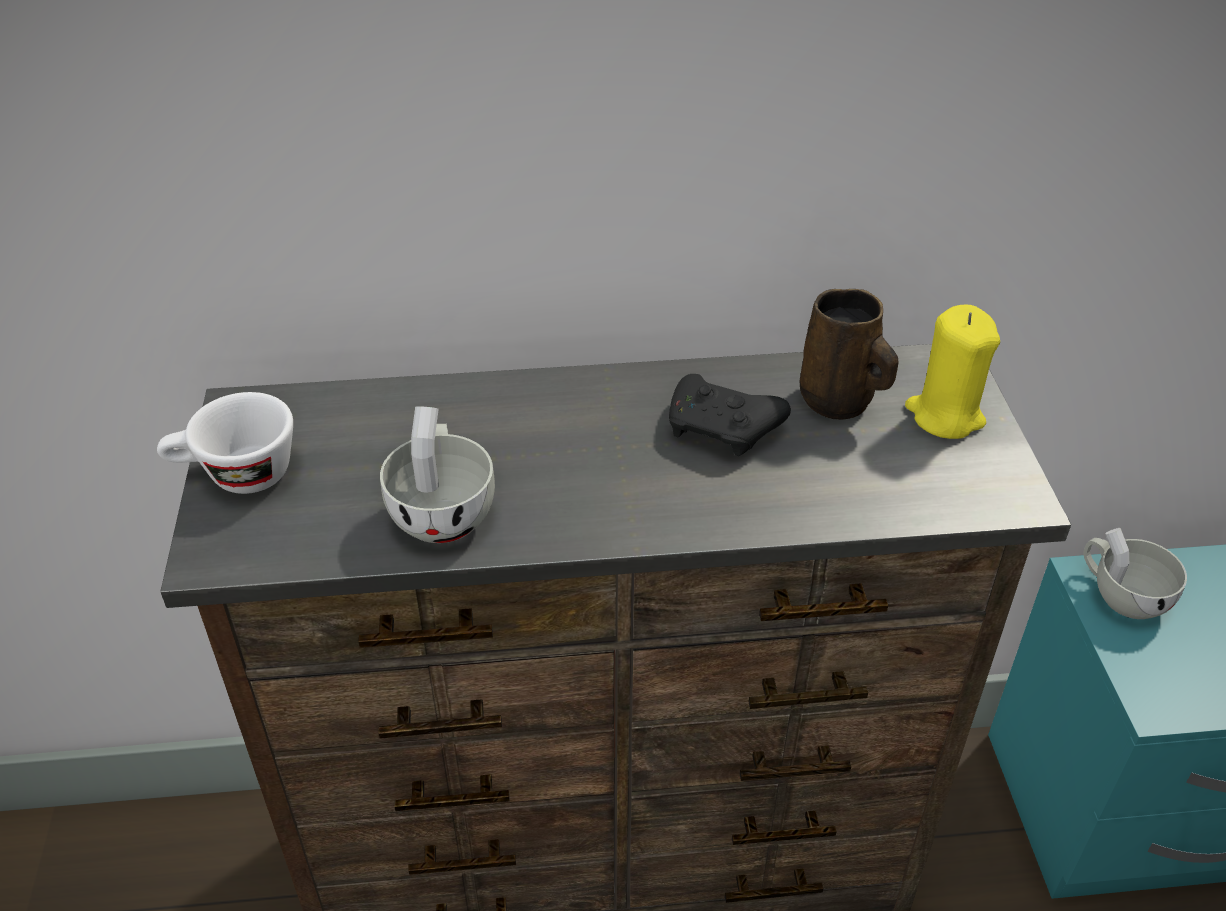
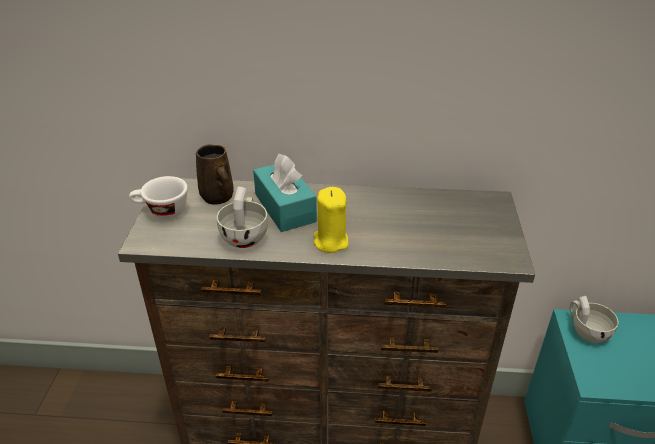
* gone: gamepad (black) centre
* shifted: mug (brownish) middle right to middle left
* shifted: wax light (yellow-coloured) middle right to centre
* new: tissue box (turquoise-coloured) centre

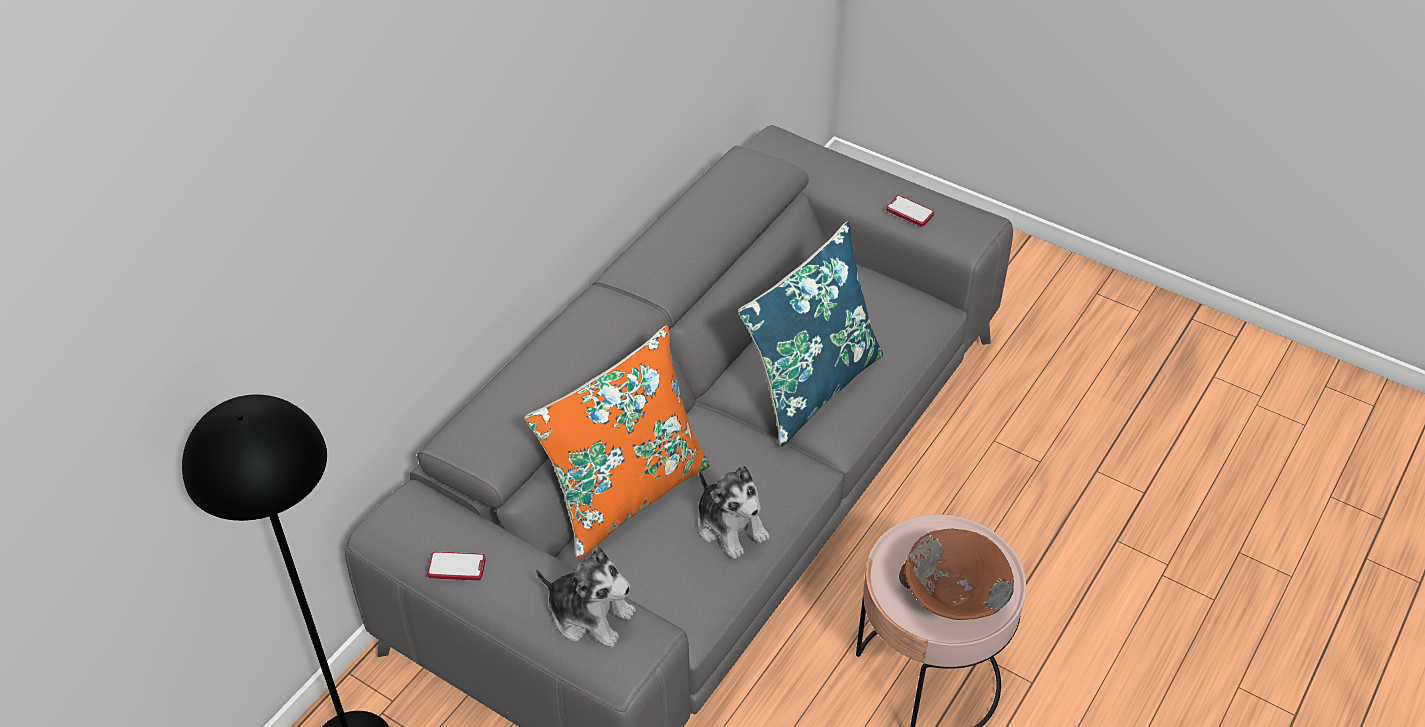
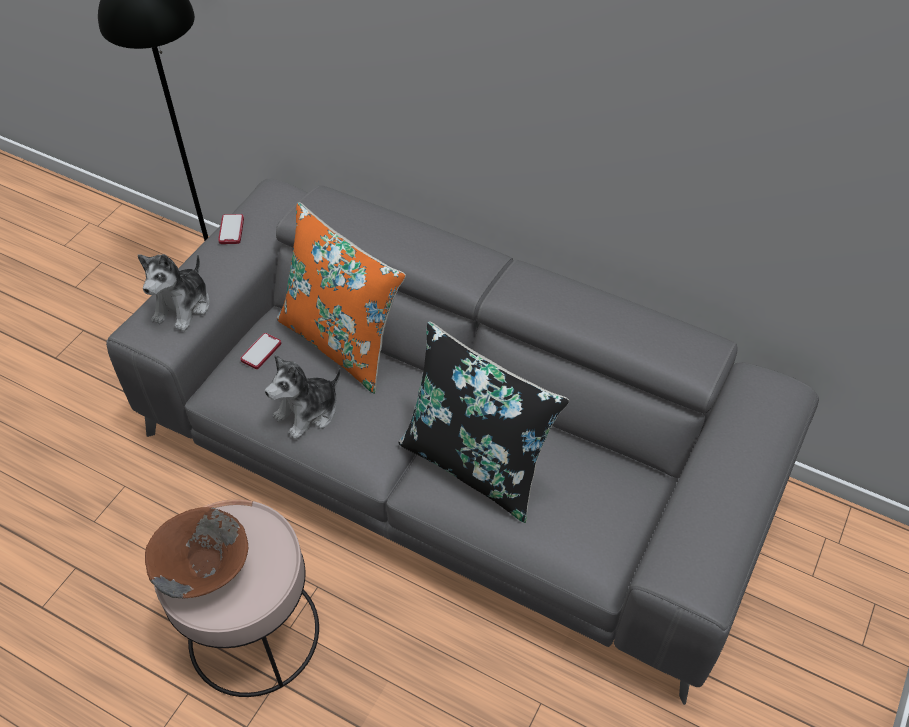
* repainted: throw pillow (bluish) centre to throw pillow (black) centre
* shifted: telephone (no. 2 from left) top centre to middle left

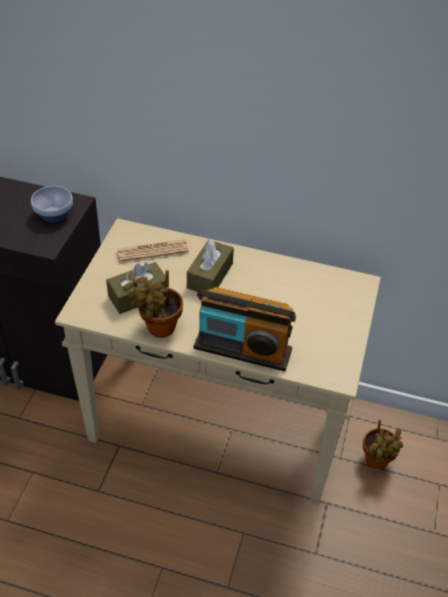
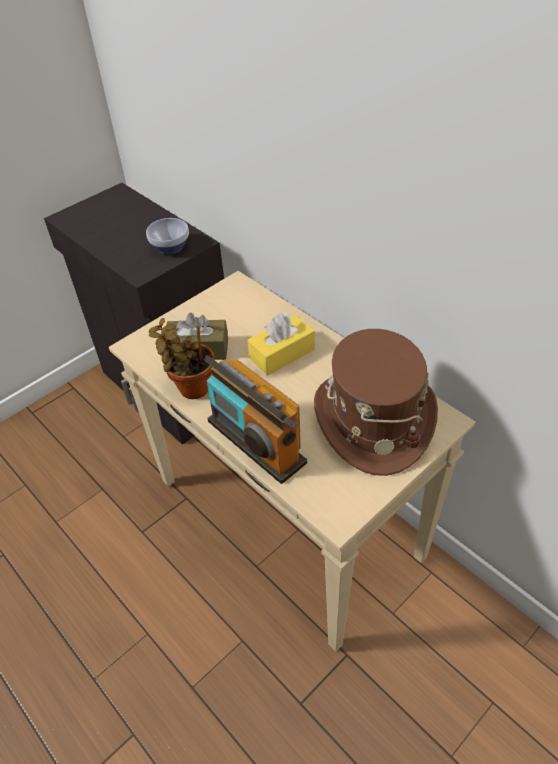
* gone: daily paper centre
* repainted: tissue box (brownish) (no. 2 from left) centre to tissue box (yellow-coloured) centre
* gone: houseplant (no. 2 from left) bottom right
* new: clothing hat (brownish) middle right

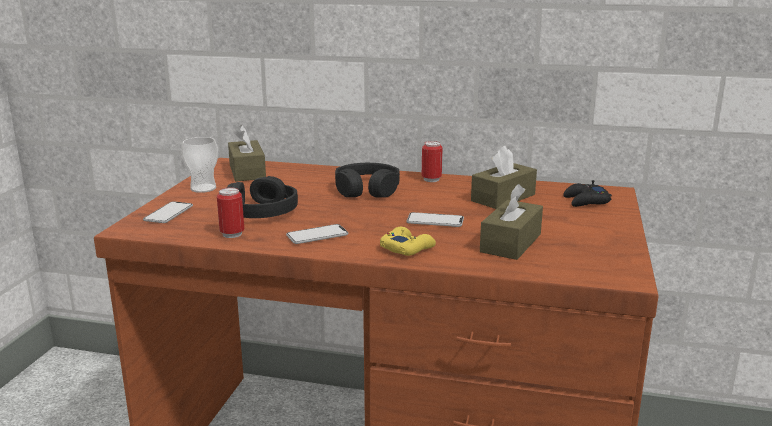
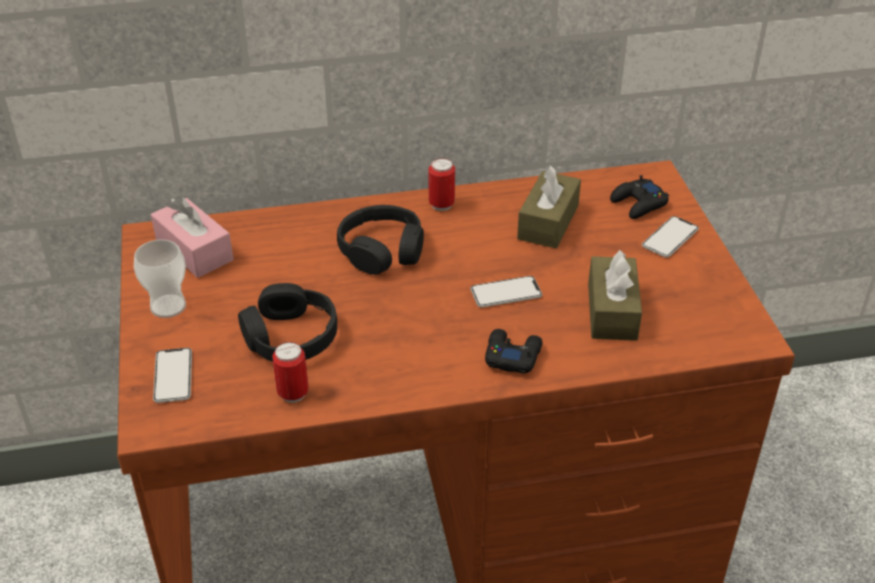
* repainted: tissue box (brownish) (no. 1 from left) middle left to tissue box (pink-coloured) middle left
* shifted: telephone (no. 2 from left in the first image) centre to telephone (no. 3 from left) middle right
* repainted: gamepad (yellow-coloured) centre to gamepad (black) (no. 1 from left) centre

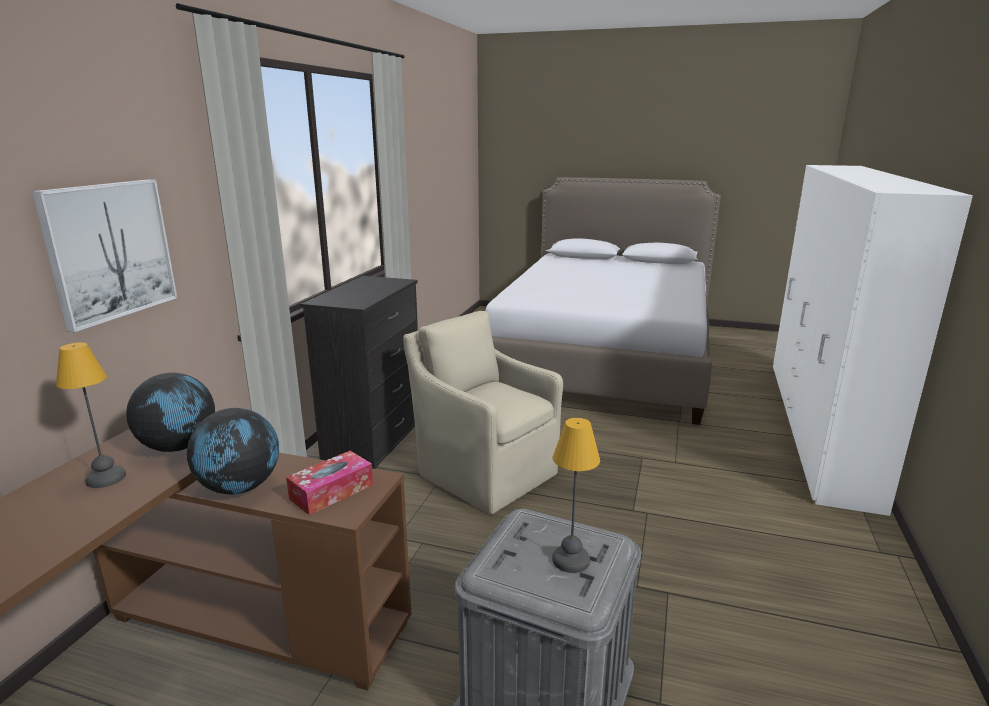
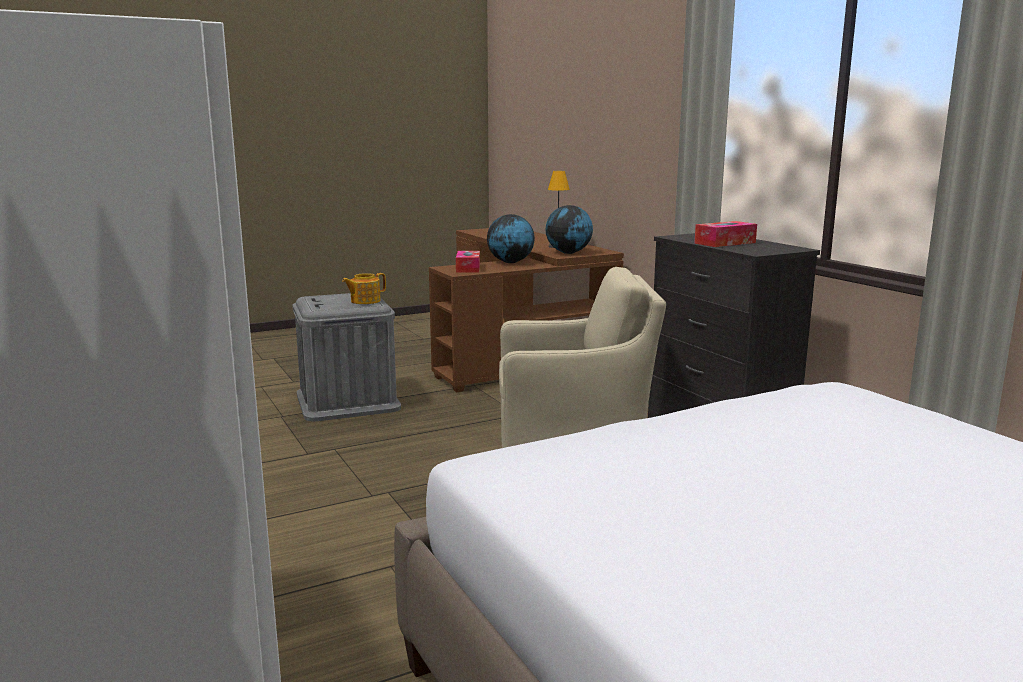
* gone: wall art middle left
* gone: lamp for a table (no. 2 from left) bottom centre
* new: pot for tea centre
* new: tissue box (no. 2 from left) middle right

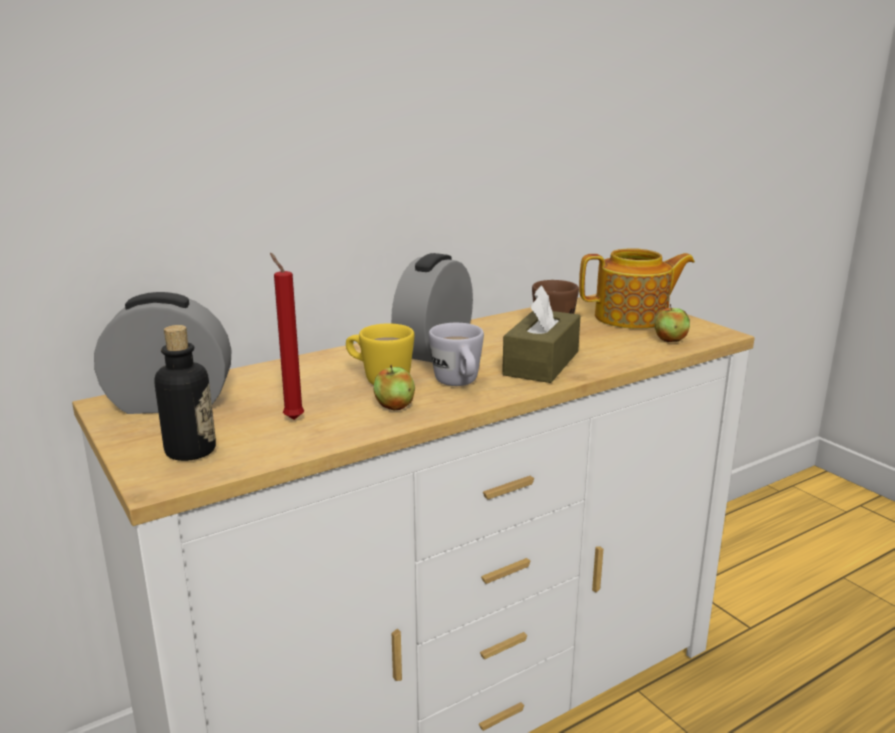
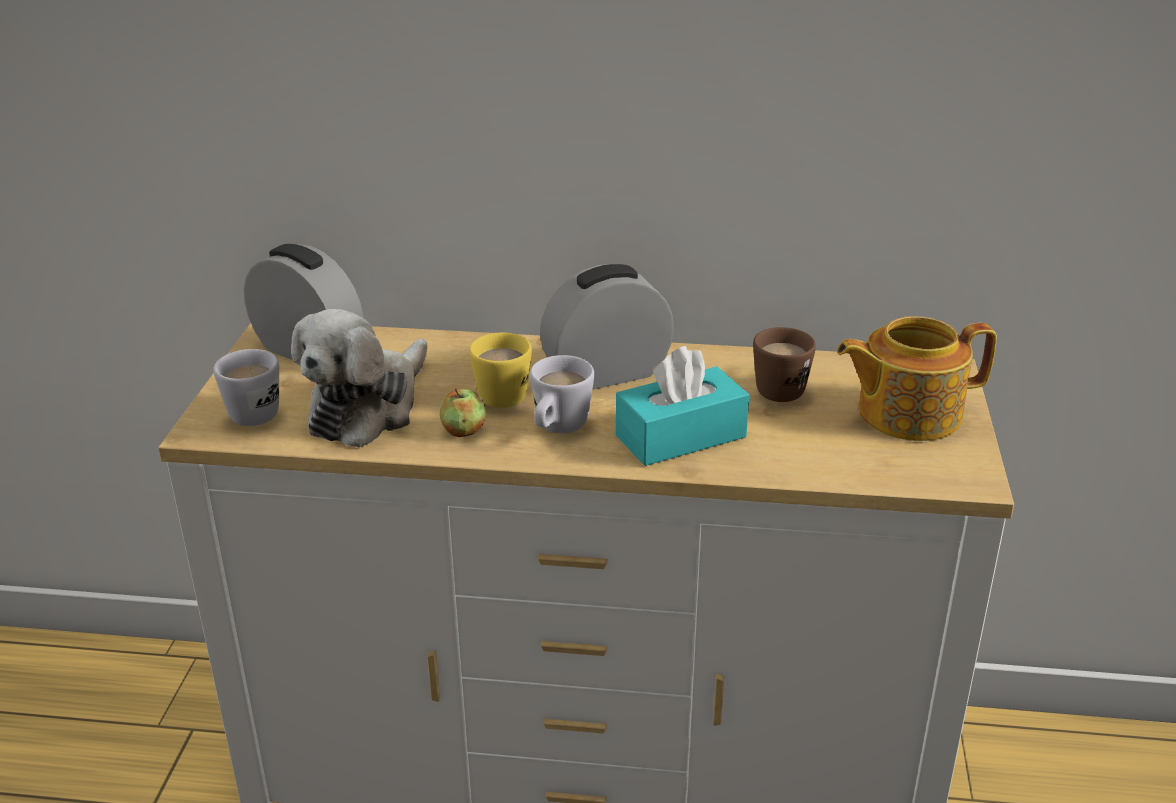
* swapped: beverage bottle middle left to mug (white) (no. 1 from left) middle left
* swapped: wax light (red-coloured) middle left to plush toy middle left
* repainted: tissue box (brownish) centre to tissue box (turquoise-coloured) centre
* rotated: pot for tea middle right = middle right 135 degrees clockwise
* gone: apple (no. 2 from left) middle right

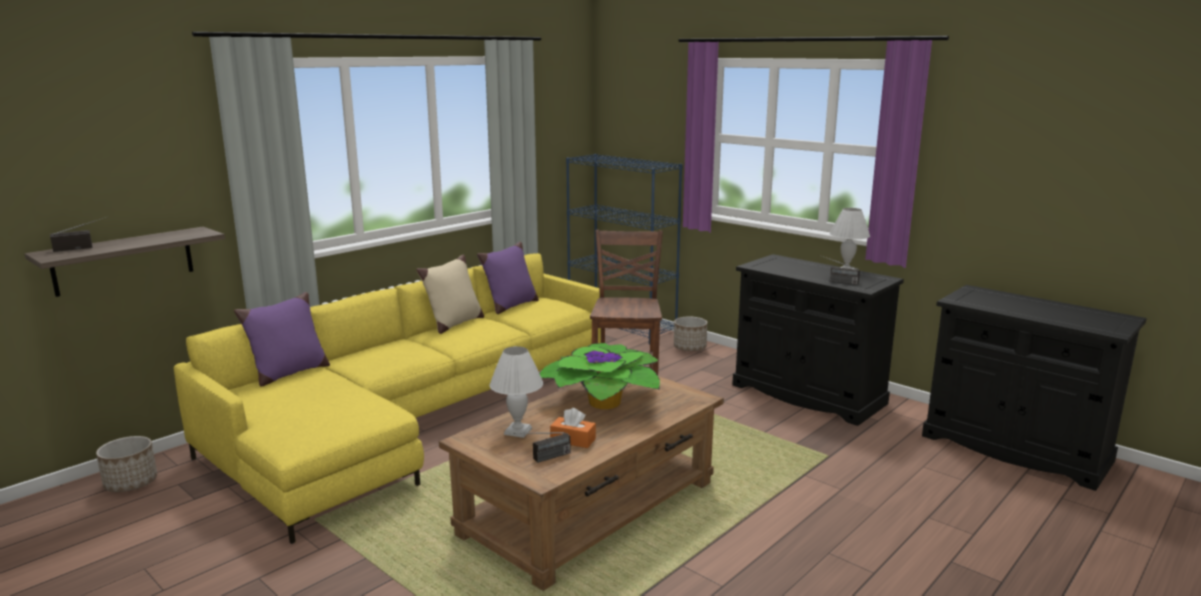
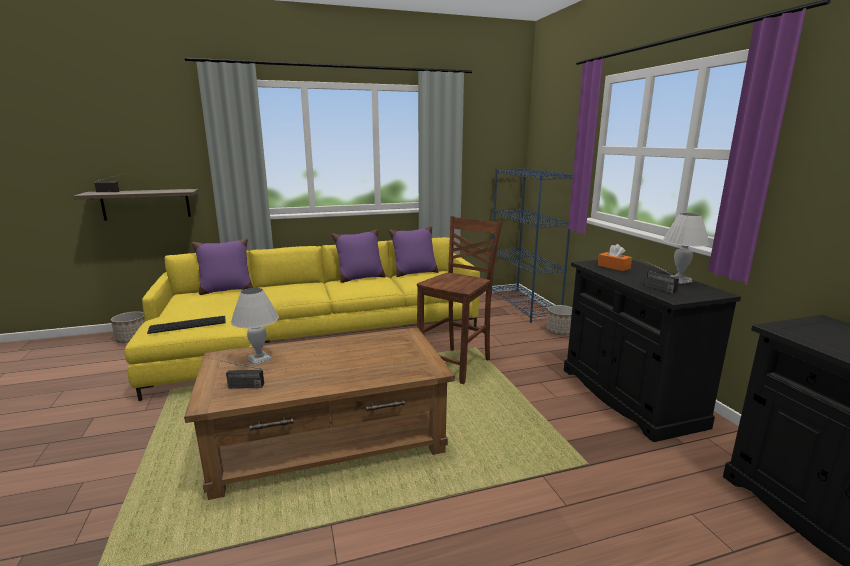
* repainted: throw pillow (beige-coloured) centre to throw pillow (purple) (no. 2 from left) centre
* gone: houseplant centre
* shifted: tissue box (orange) bottom centre to middle right
* new: keyboard middle left

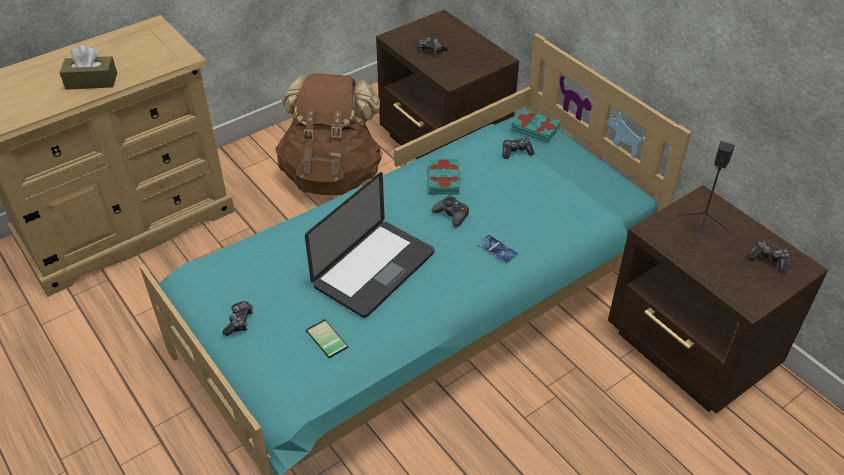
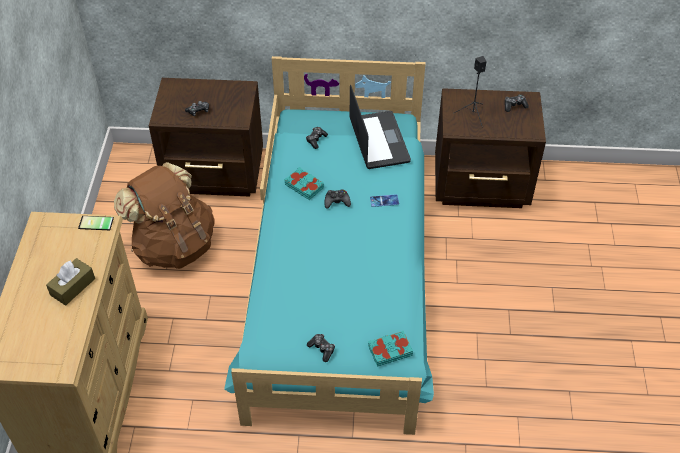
* shifted: laptop centre to top centre
* shifted: telephone (no. 1 from left) bottom centre to middle left
* shifted: volume (turquoise-coloured) (no. 2 from left) top centre to bottom centre

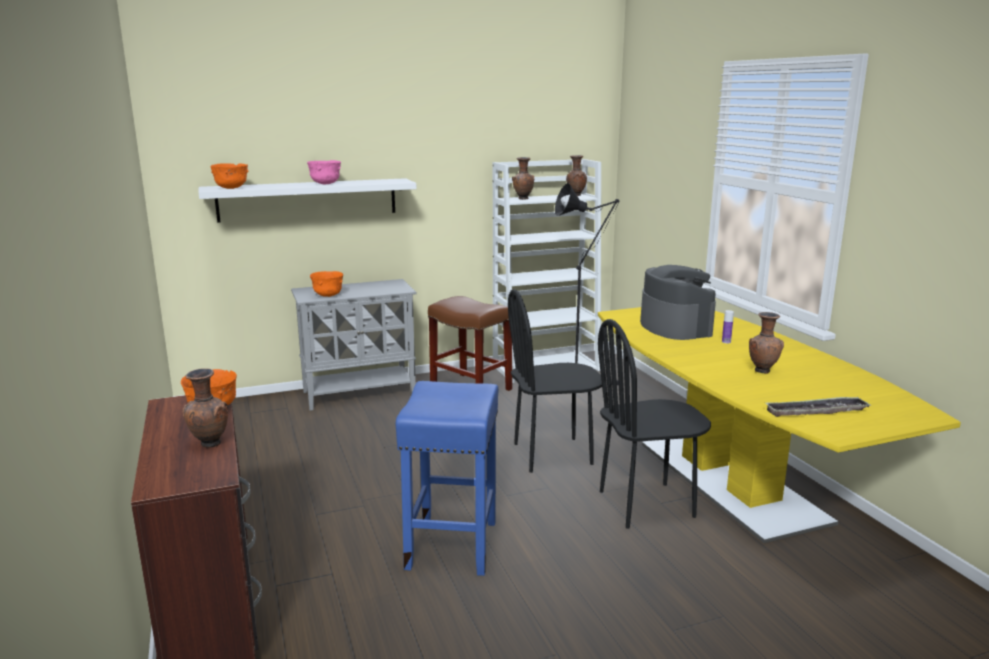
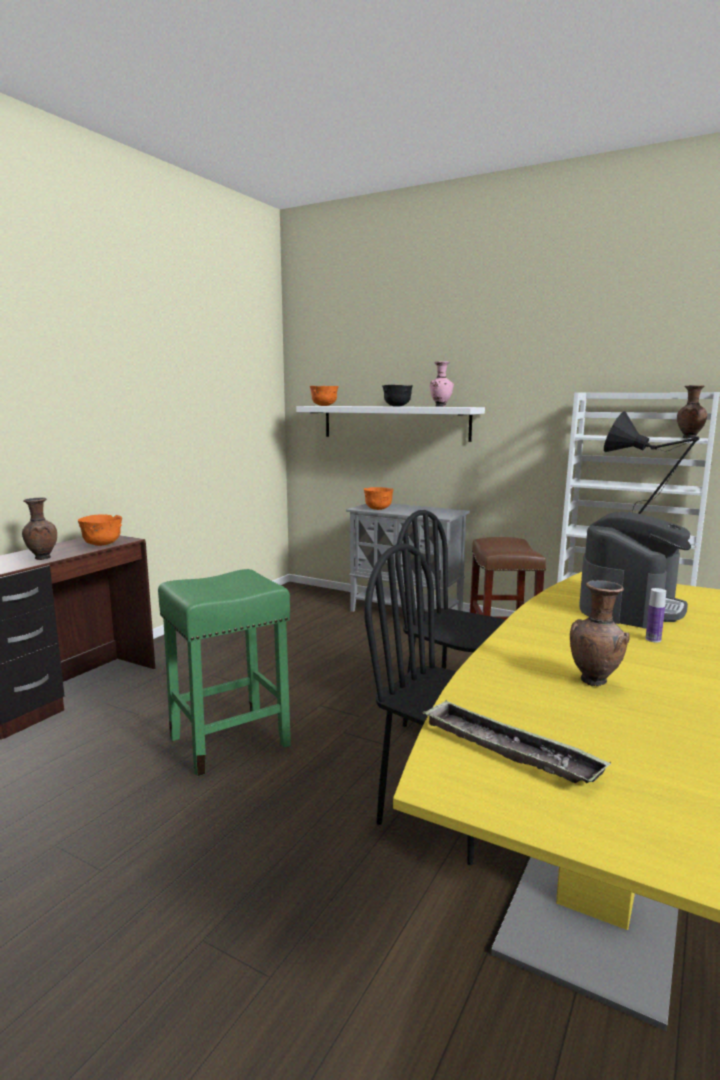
* repainted: deep dish (pink-coloured) top left to deep dish (black) centre
* repainted: stool (bluish) bottom centre to stool (greenish) middle left
* gone: decorative vase (brownish) (no. 2 from left) top centre
* new: decorative vase (pink-coloured) centre

